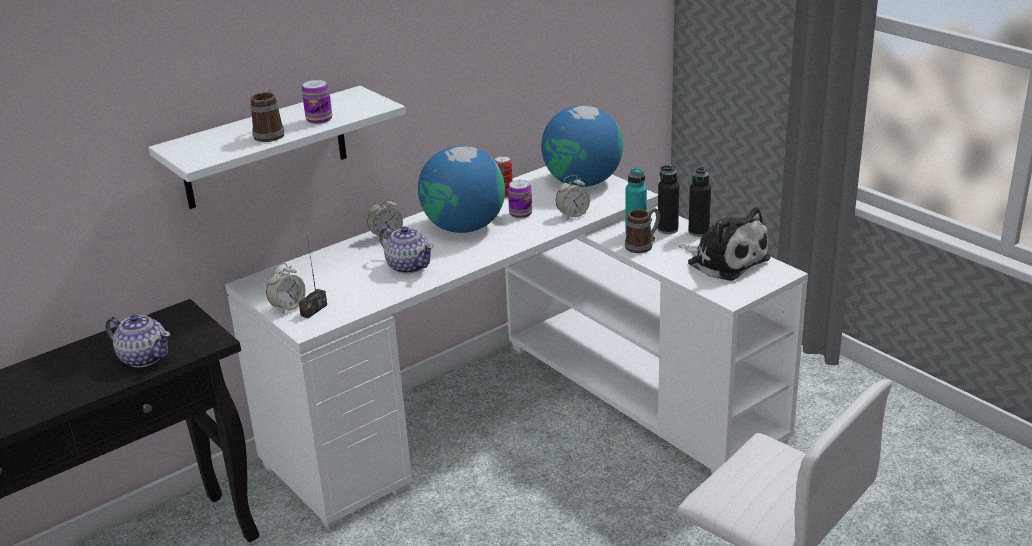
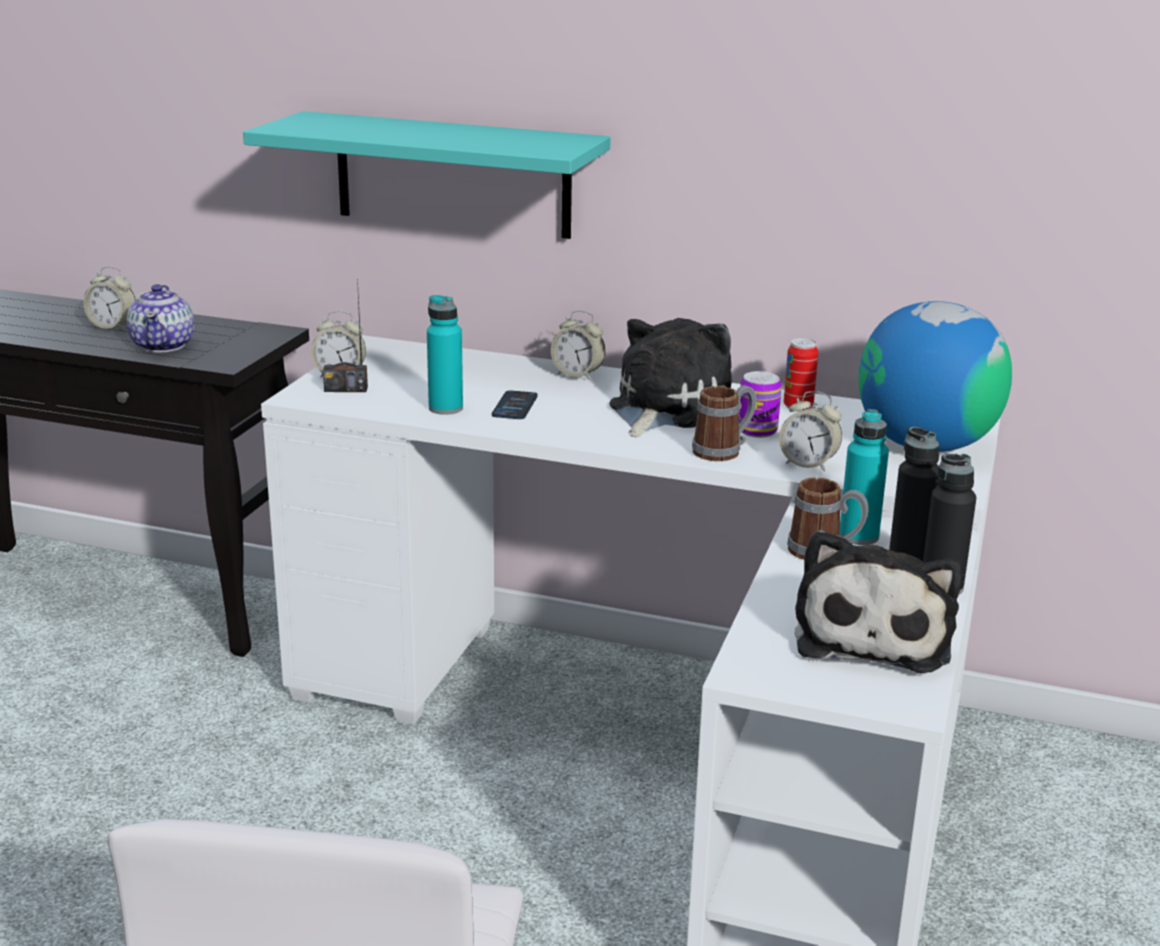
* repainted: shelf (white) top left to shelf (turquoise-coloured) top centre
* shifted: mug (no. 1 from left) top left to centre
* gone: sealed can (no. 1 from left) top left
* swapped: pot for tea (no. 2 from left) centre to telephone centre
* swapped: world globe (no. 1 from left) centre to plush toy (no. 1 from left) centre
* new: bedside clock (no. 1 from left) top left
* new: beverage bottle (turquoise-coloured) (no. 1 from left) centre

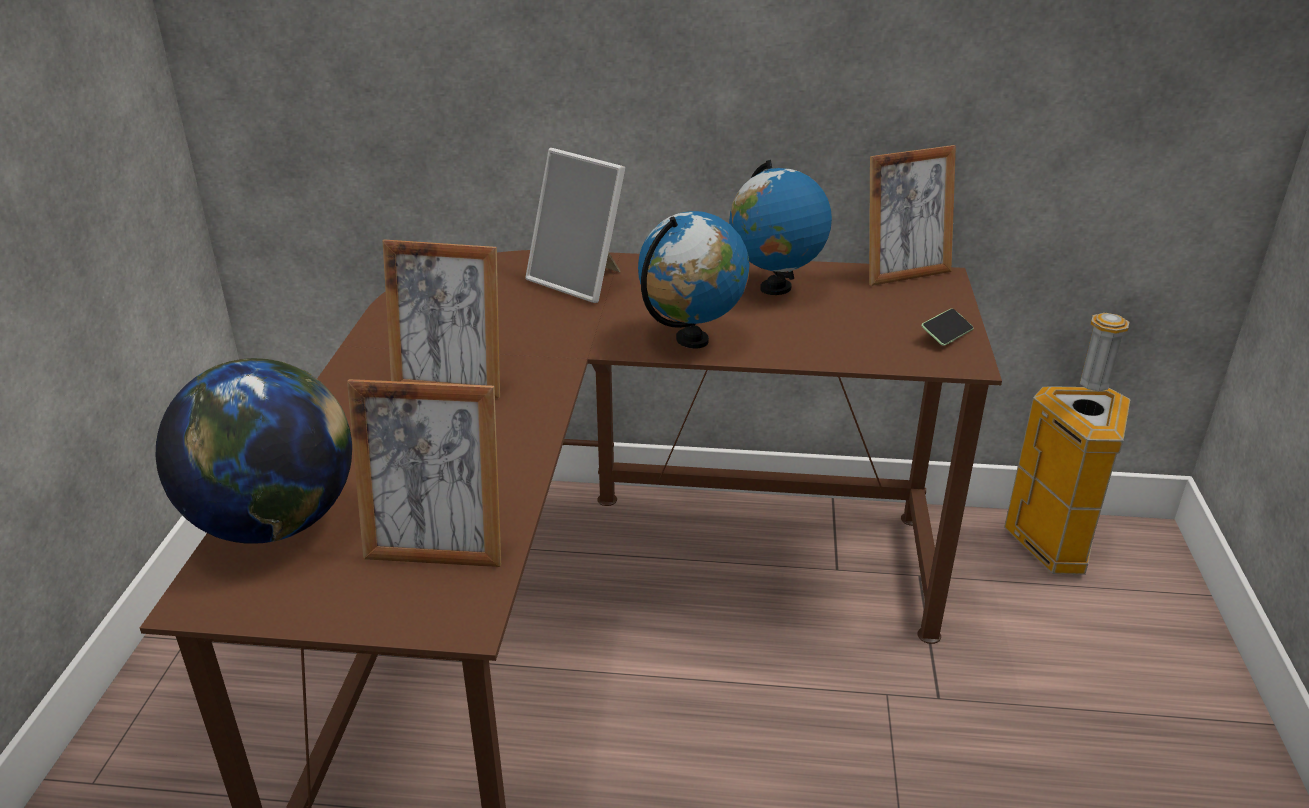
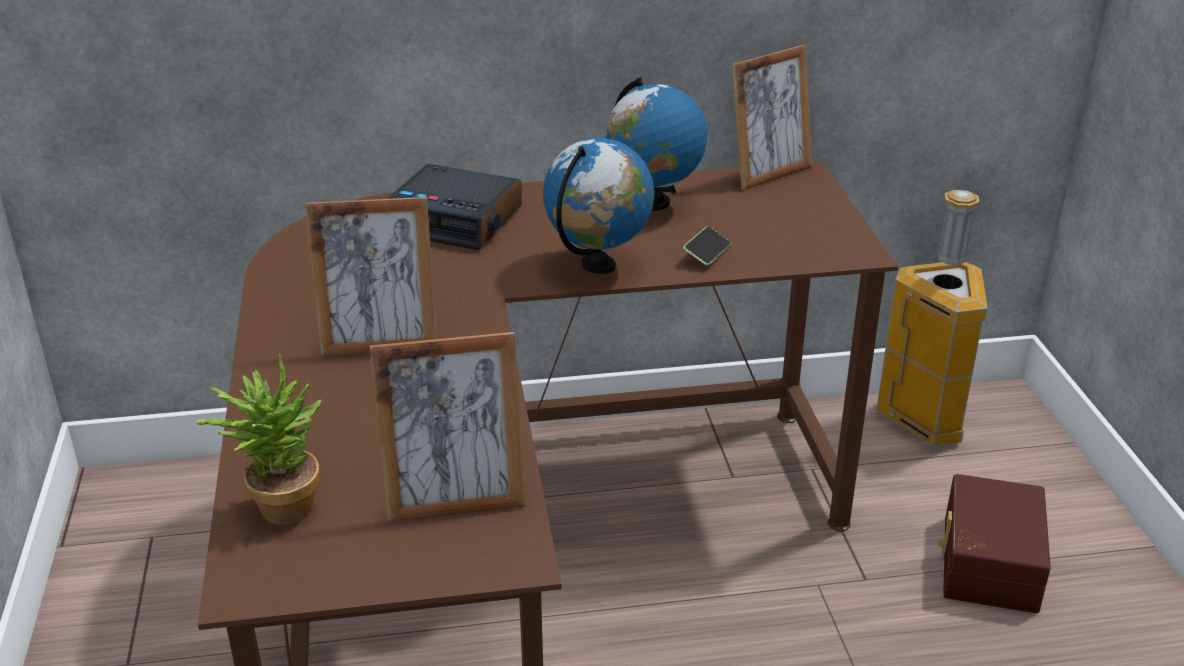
* swapped: world globe (no. 1 from left) middle left to houseplant middle left
* swapped: photo frame (no. 3 from left) top centre to bedside clock top centre
* shifted: telephone middle right to centre
* new: storage container (brownish) bottom right

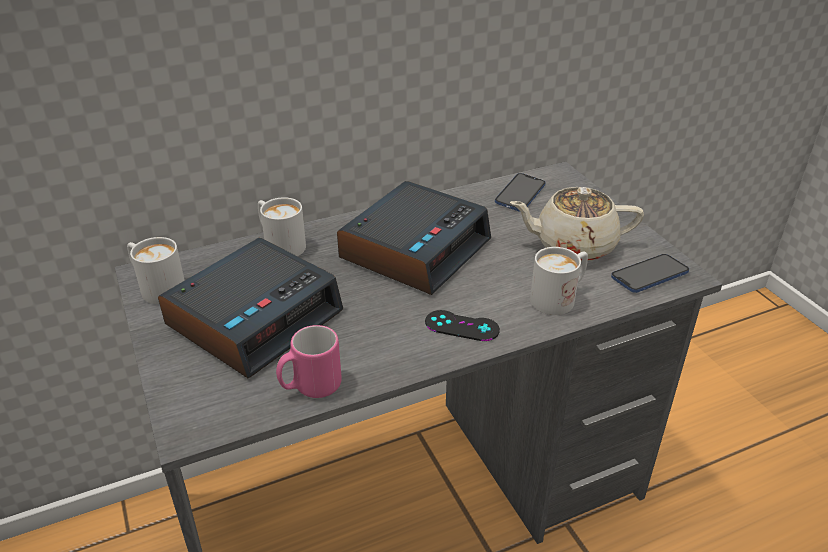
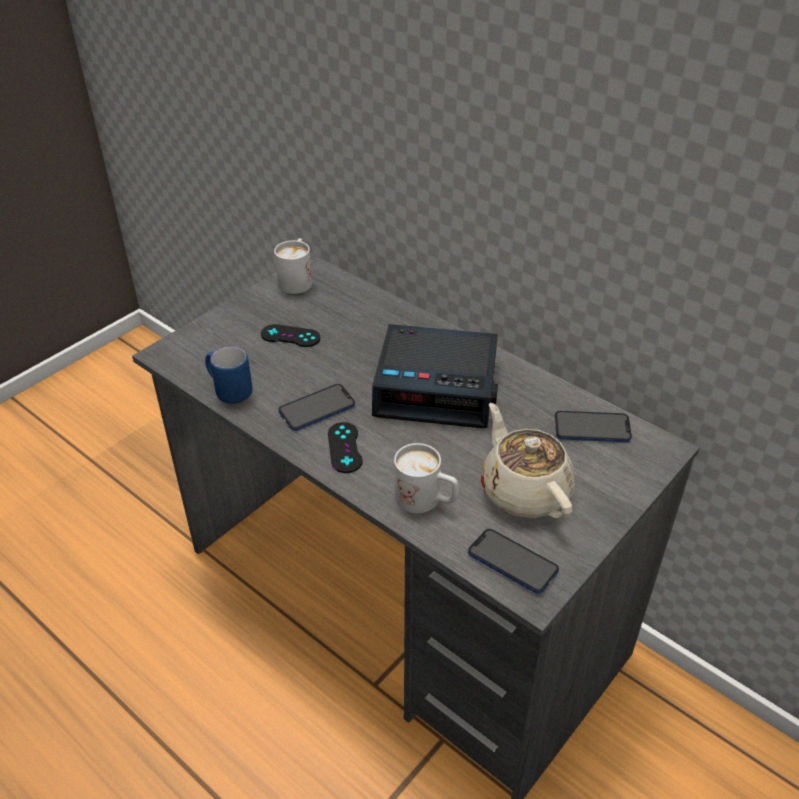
* swapped: bedside clock (no. 1 from left) middle left to gamepad (black) (no. 1 from left) centre
* gone: mug (white) (no. 2 from left) centre
* repainted: mug (pink-coloured) centre to mug (bluish) middle left
* new: telephone (no. 1 from left) centre

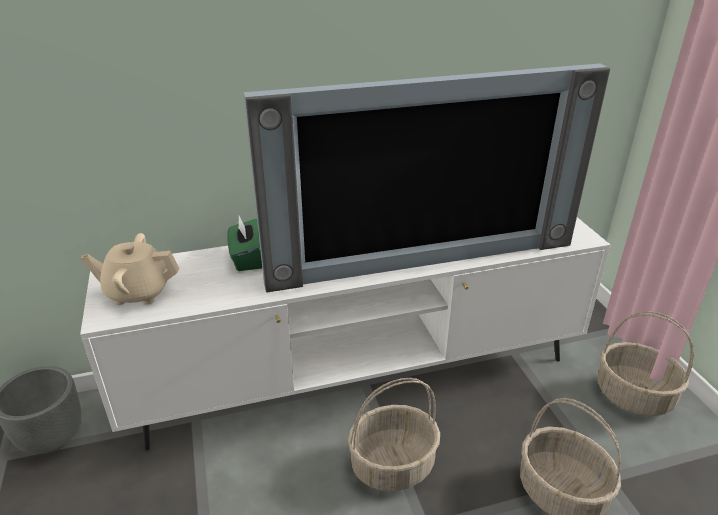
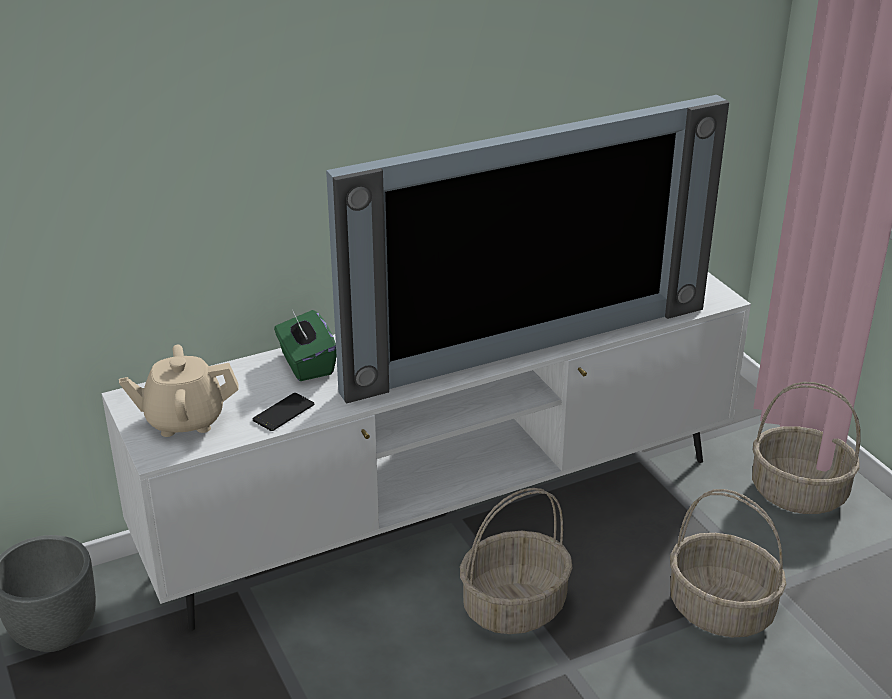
* new: telephone middle left

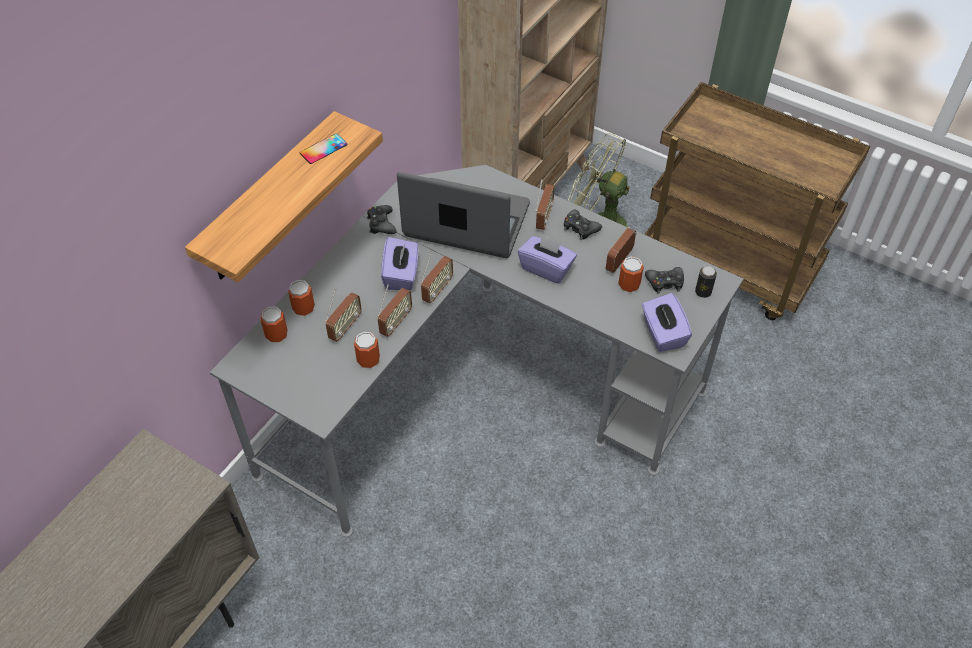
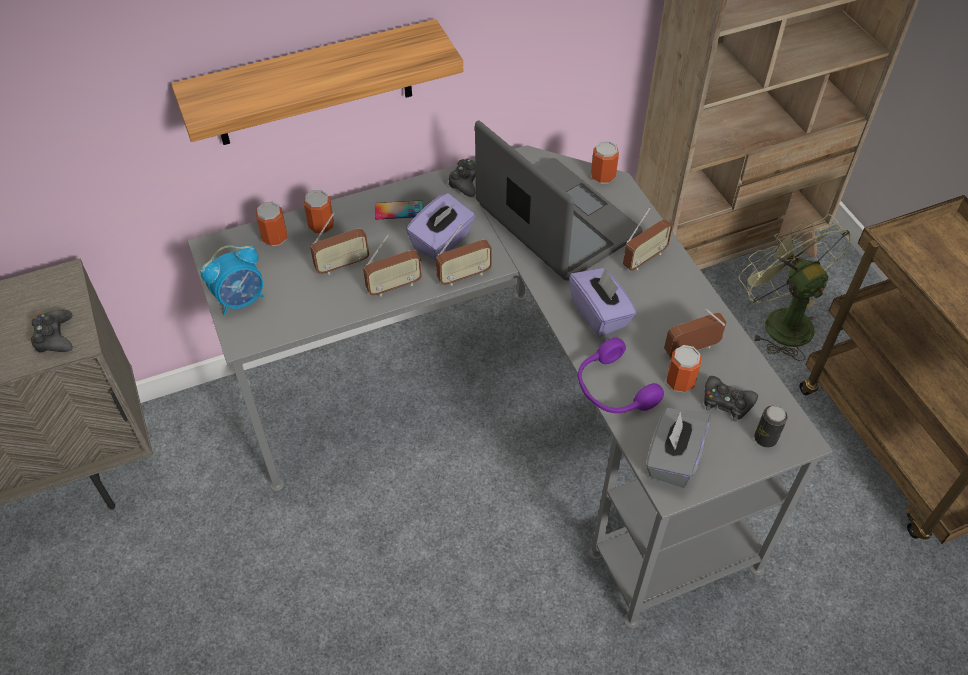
* shifted: telephone top left to top centre
* shifted: sealed can (no. 3 from left) centre to top centre
* shifted: gamepad (black) (no. 2 from left in the first image) centre to gamepad (black) (no. 1 from left) middle left
* repainted: tissue box (purple) (no. 3 from left) middle right to tissue box (gray) middle right
* new: bedside clock middle left
* new: pair of headphones (purple) centre

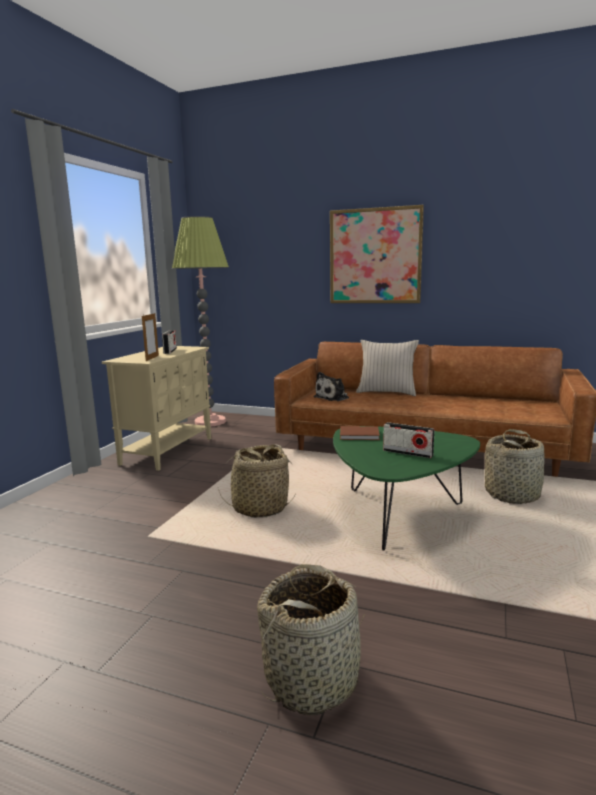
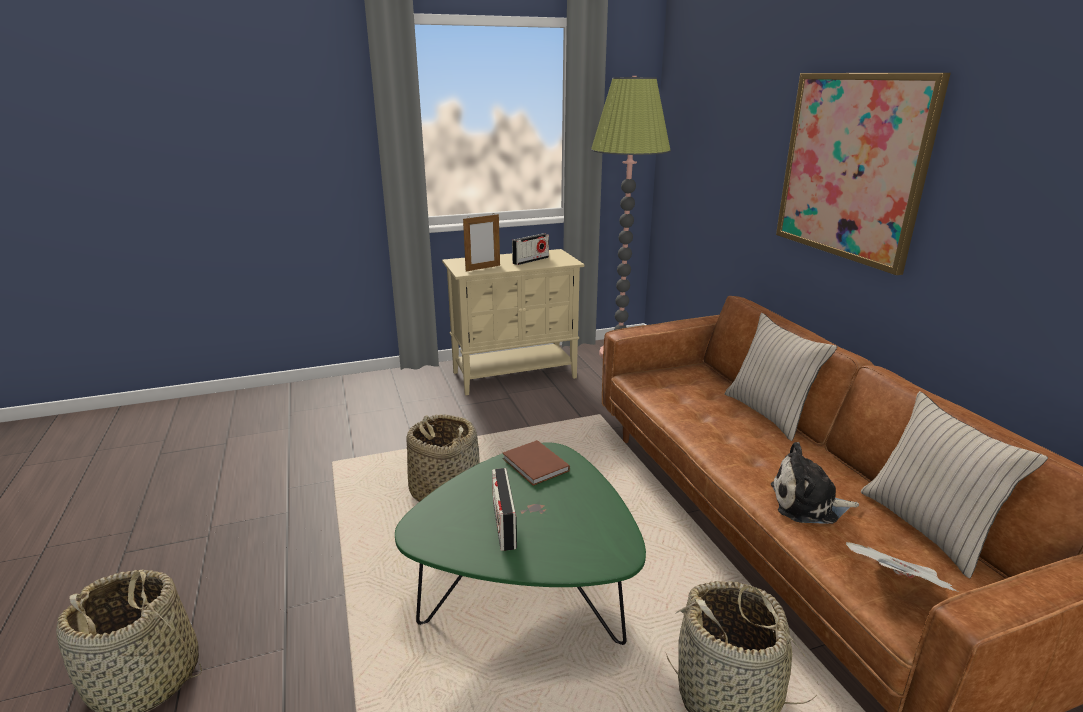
* shifted: plush toy centre to bottom right
* new: daily paper bottom right
* new: throw pillow (beige-coloured) (no. 2 from left) bottom right

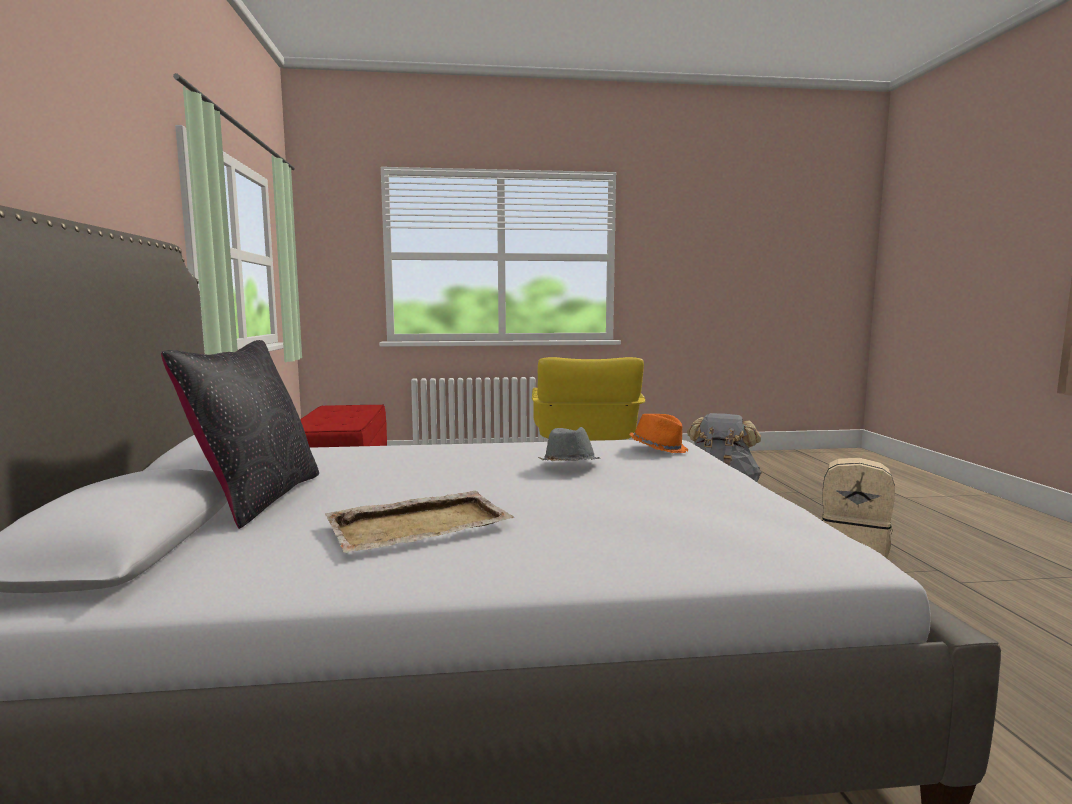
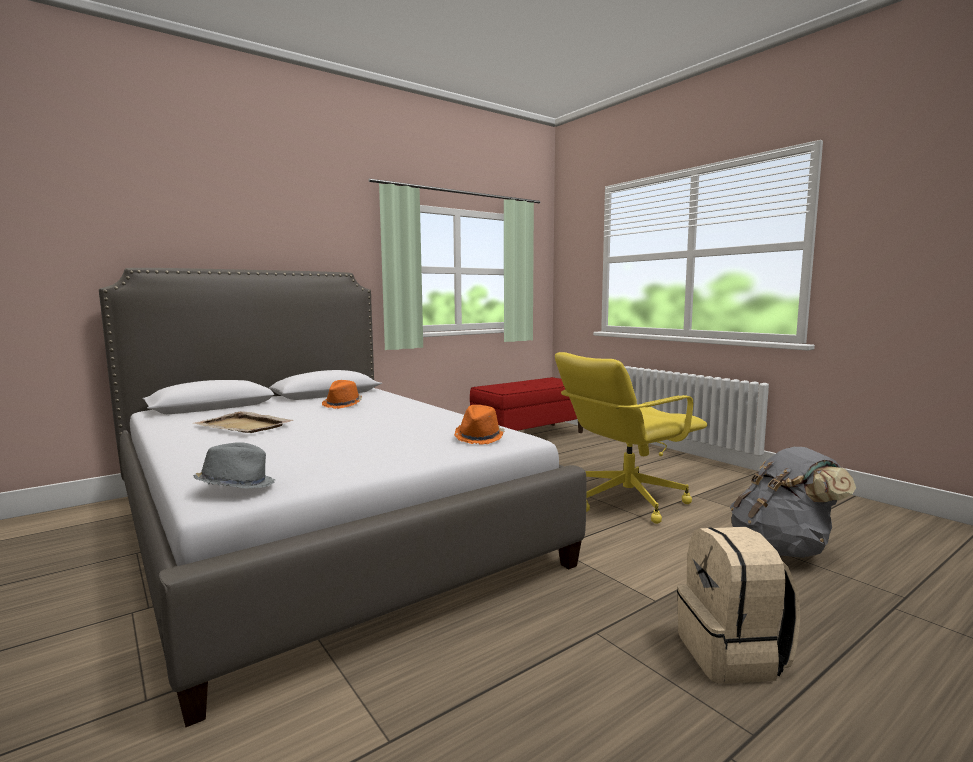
* gone: throw pillow (black) middle left
* shifted: clothing hat (gray) centre to middle left
* new: clothing hat (orange) (no. 1 from left) centre

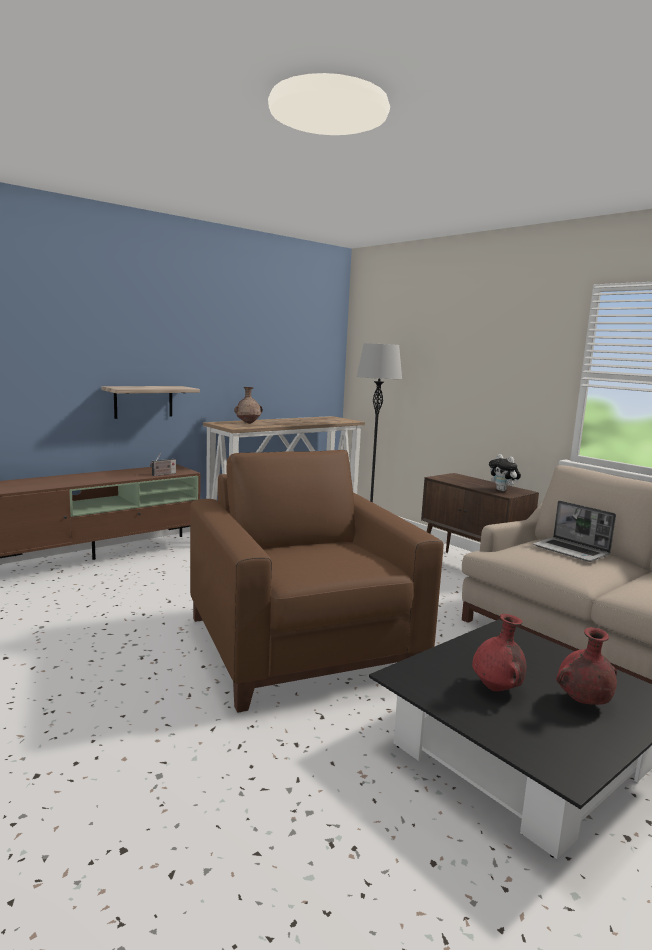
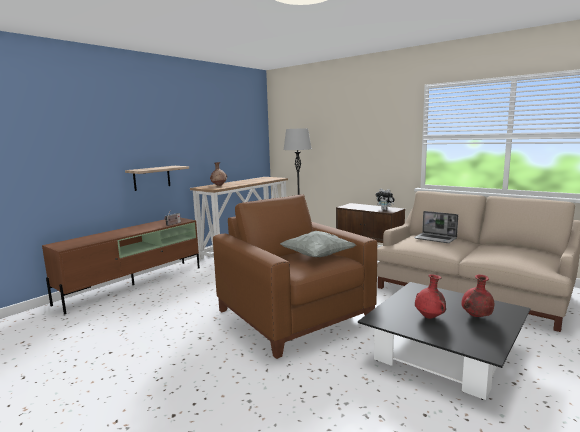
* new: throw pillow (gray) centre

